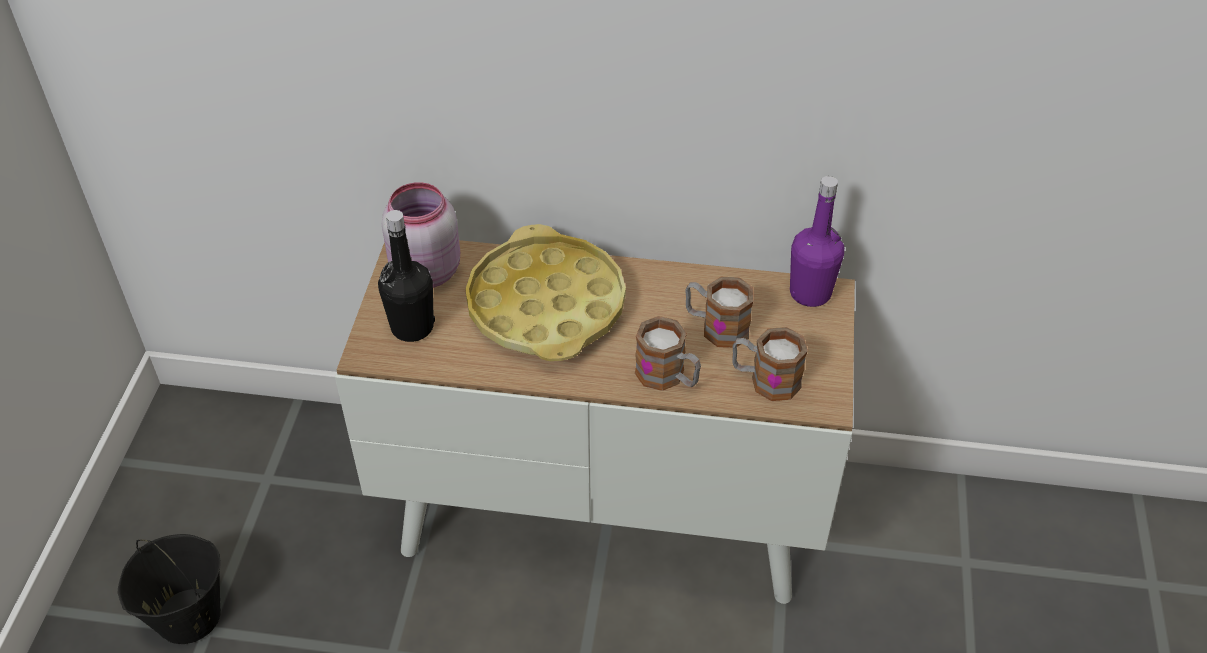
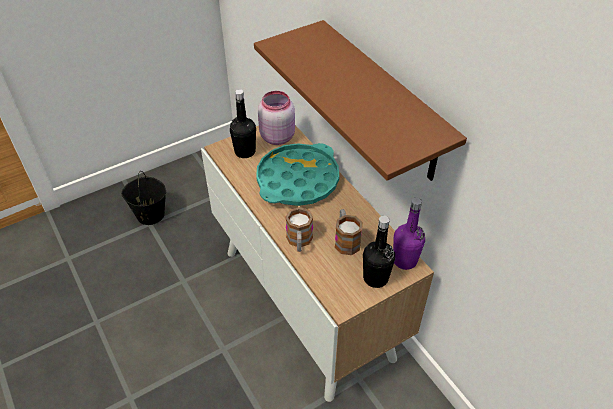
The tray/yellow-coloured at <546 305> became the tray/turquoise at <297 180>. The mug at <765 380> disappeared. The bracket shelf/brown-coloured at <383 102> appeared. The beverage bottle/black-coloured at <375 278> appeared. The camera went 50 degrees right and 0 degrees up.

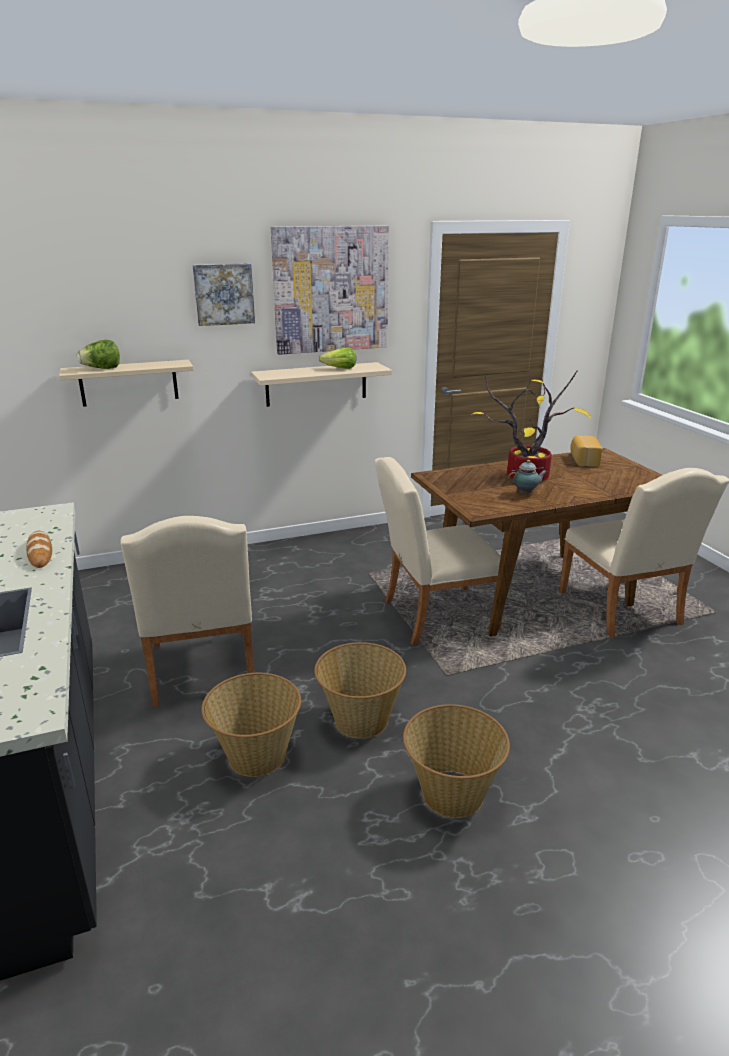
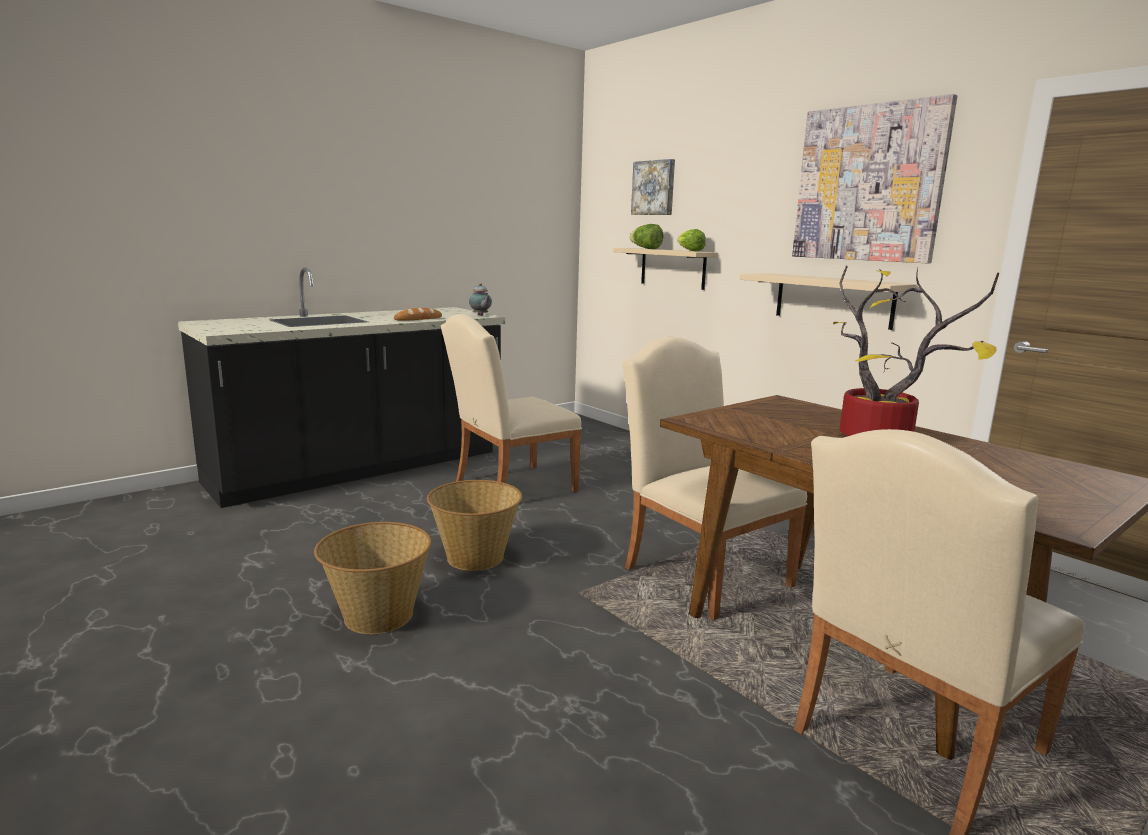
The wall art moved from <223 294> to <654 188>. The household basket at <256 756> disappeared. The lettuce head moved from <340 369> to <689 251>. The pot for tea moved from <526 494> to <480 315>. The bakery bread at <583 460> disappeared. The camera went 70 degrees right and 10 degrees down.

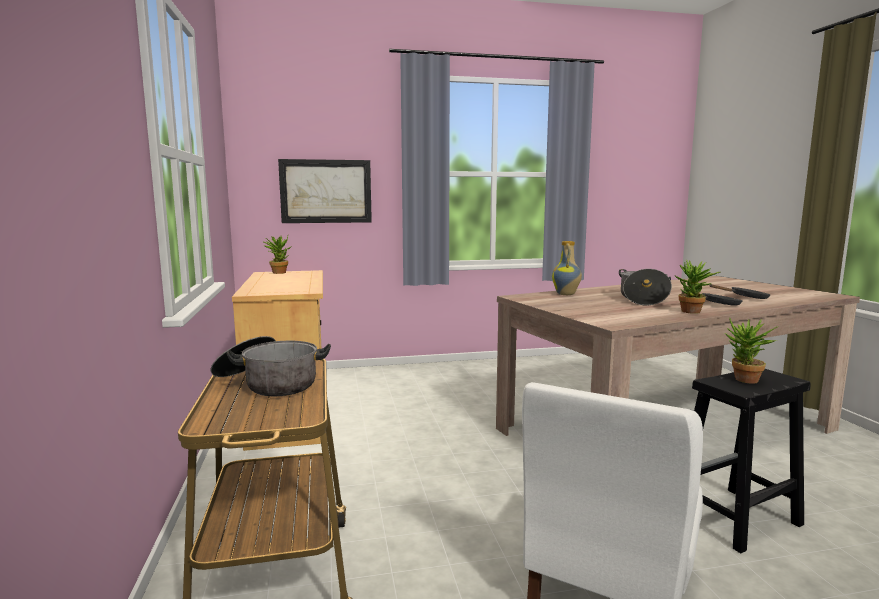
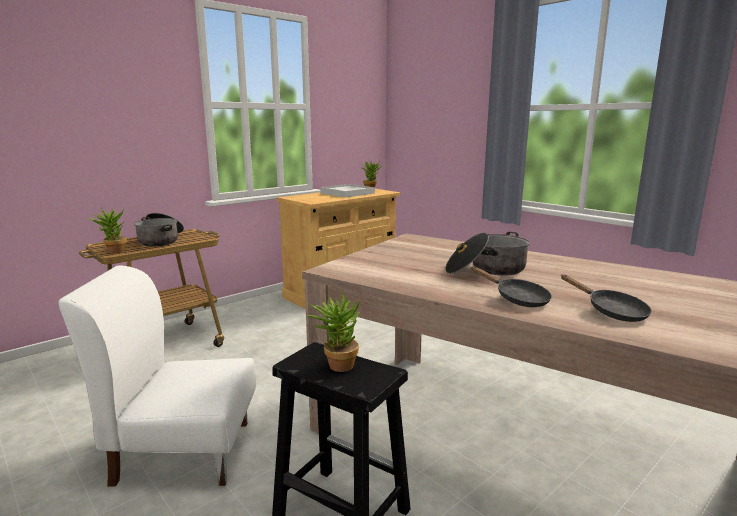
The wall art at <326 191> disappeared. The decorative vase at <566 294> disappeared. The houseplant moved from <693 312> to <113 252>. The tray/white-coloured at <347 193> appeared. The camera went 60 degrees right and 5 degrees up.

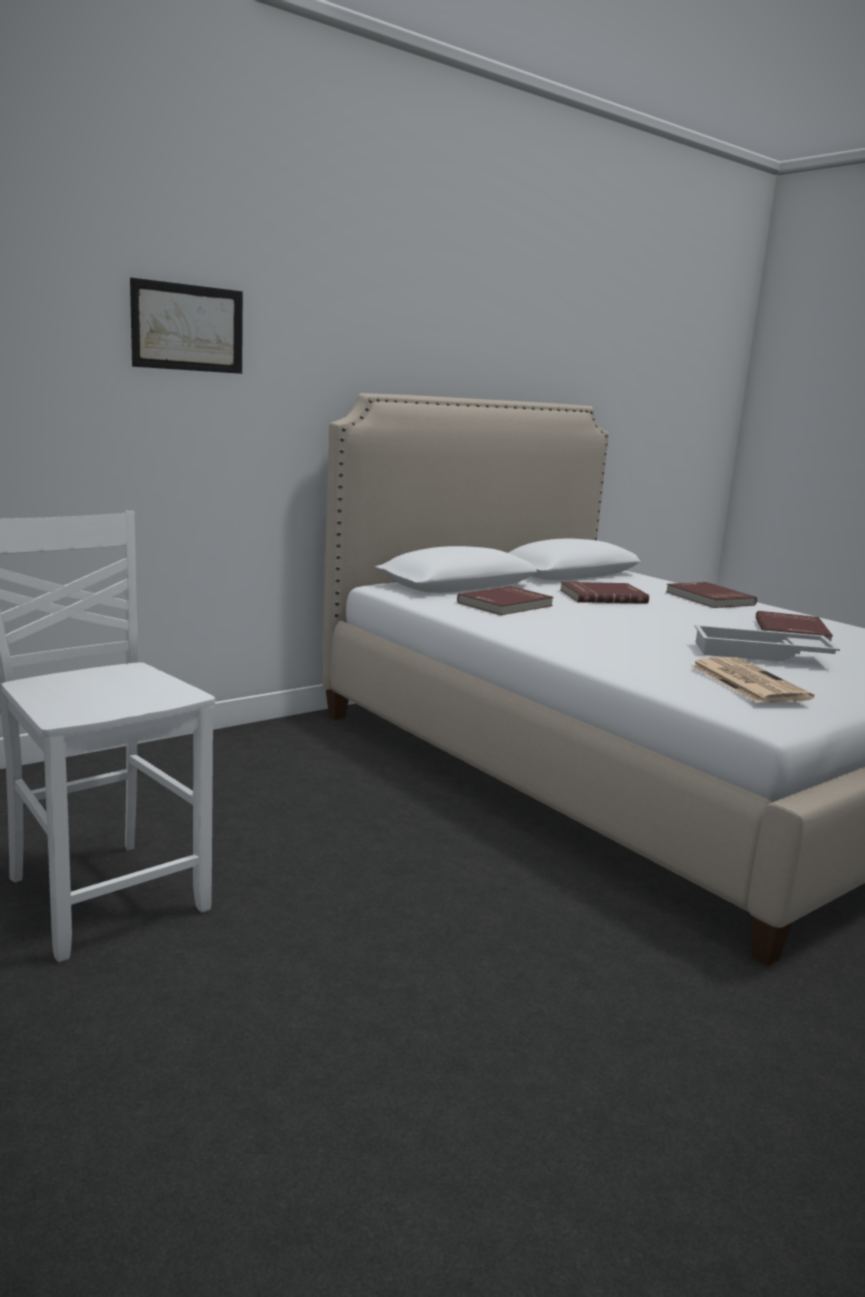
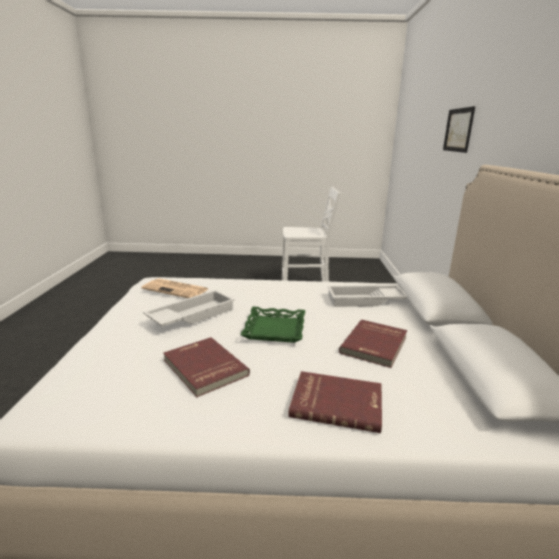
The book/red at <506 604> was replaced by the tray/white-coloured at <365 301>. The tray/greenish at <274 329> appeared. The camera went 130 degrees right and 5 degrees up.

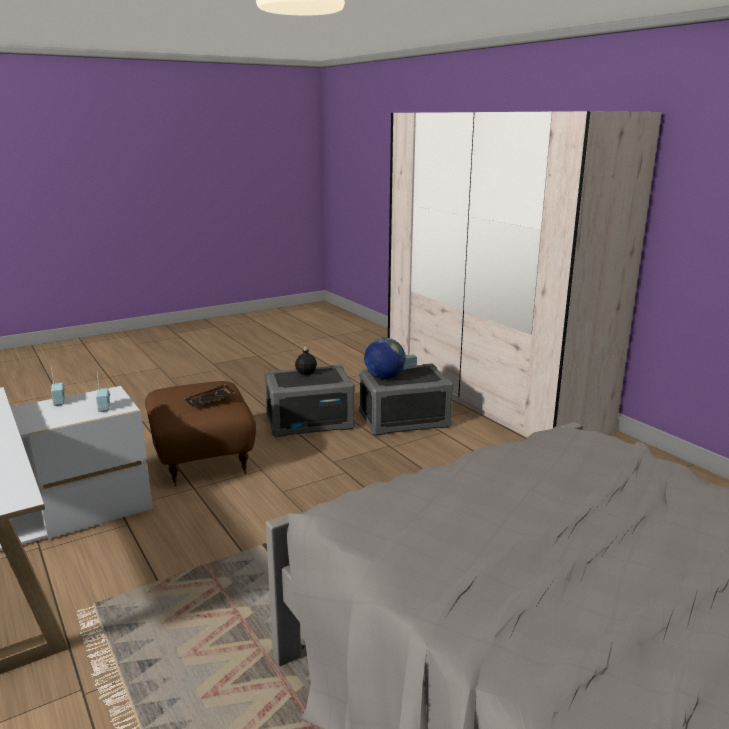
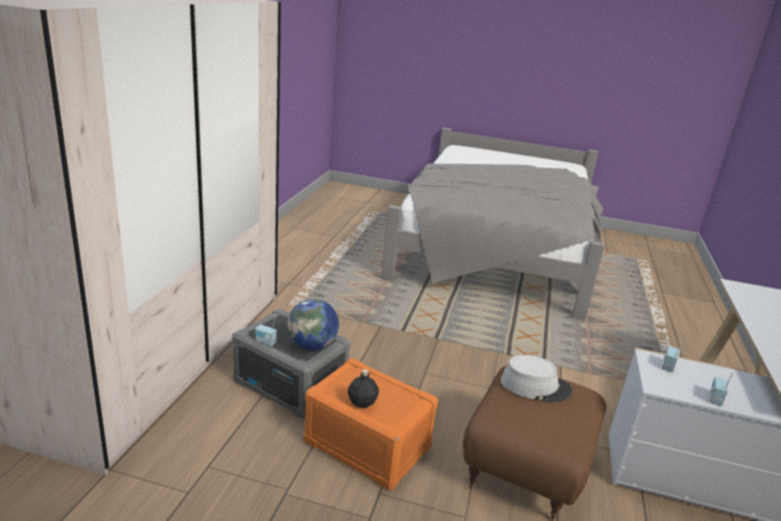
The tray/black-coloured at <210 402> was replaced by the wearable hat/grey at <535 386>. The storage box/grey at <309 421> became the storage box/orangey at <366 445>. The camera went 135 degrees left and 5 degrees up.

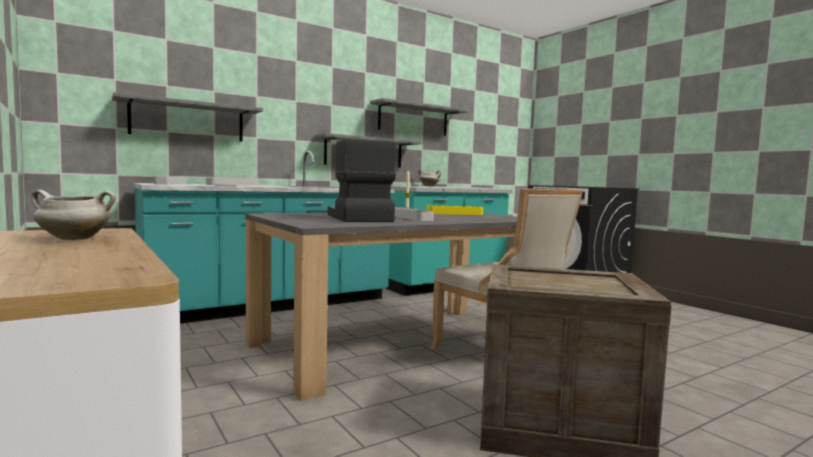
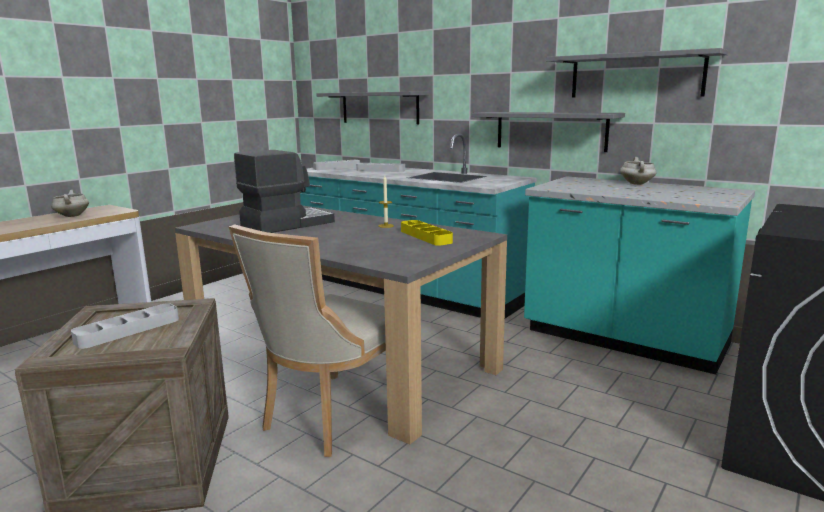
The tray/grey moved from <410 218> to <128 330>. The camera went 70 degrees right and 10 degrees up.

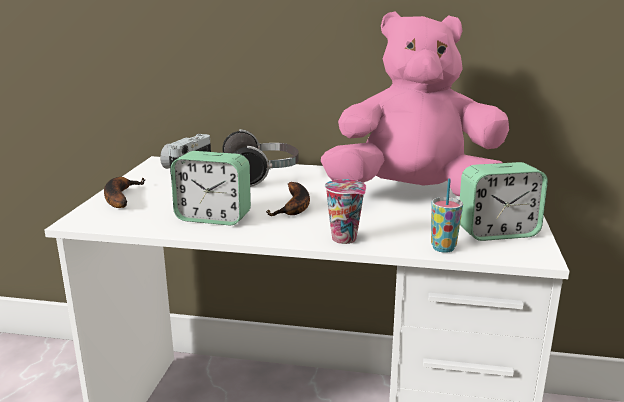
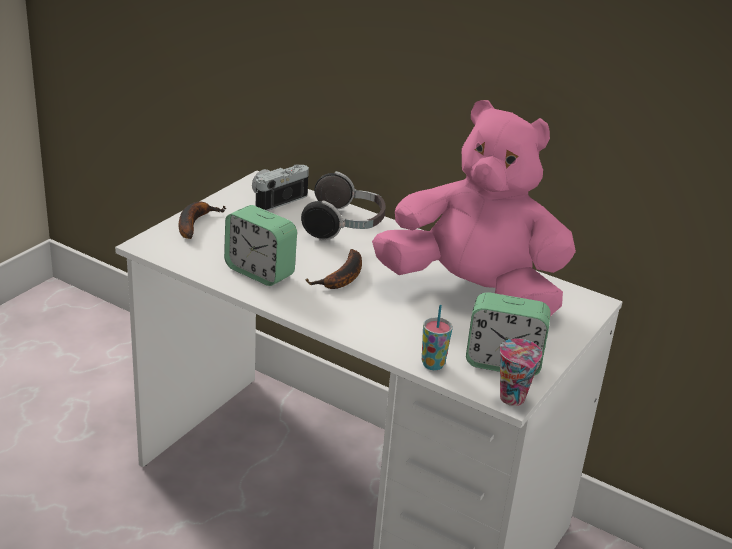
The small cup moved from <346 239> to <514 399>. The camera went 20 degrees right and 10 degrees up.

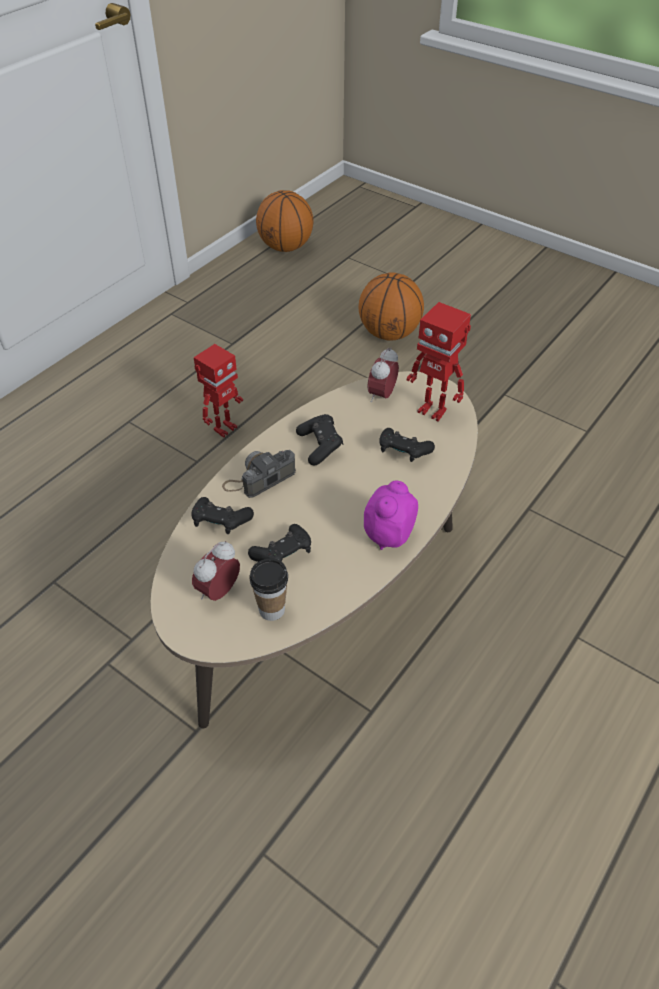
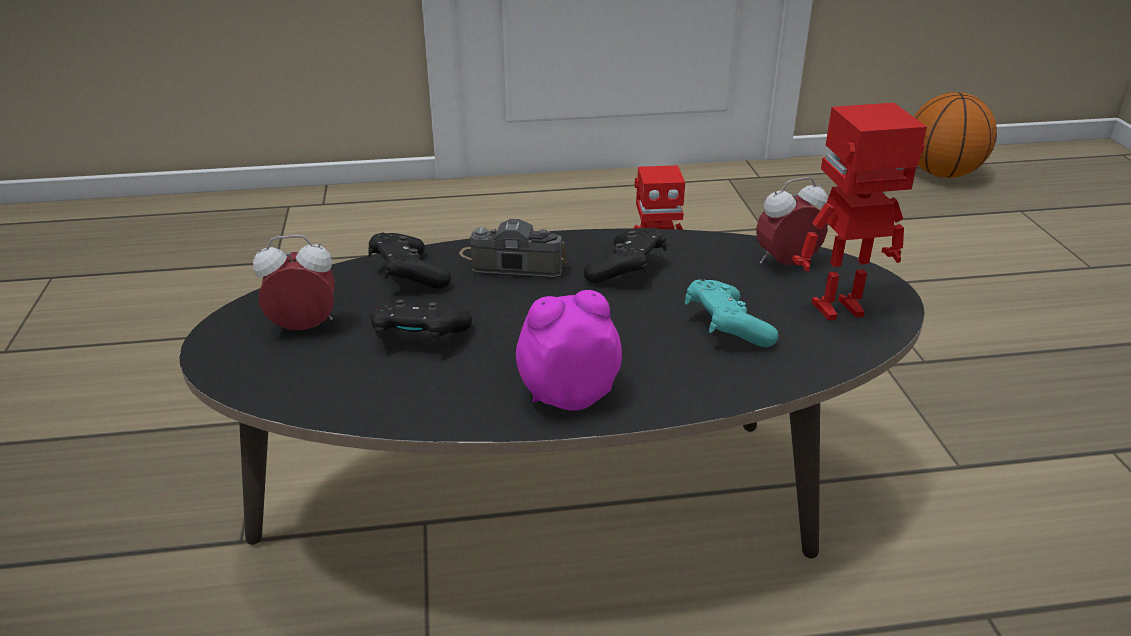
The low table/beige-coloured at <329 587> became the low table/black-coloured at <565 509>. The small cup at <272 610> disappeared. The ball for basketball at <389 333> disappeared. The joypad/black-coloured at <403 452> became the joypad/turquoise at <726 328>. The robot figure at <433 410> turned 90 degrees clockwise. The camera went 45 degrees right and 15 degrees down.

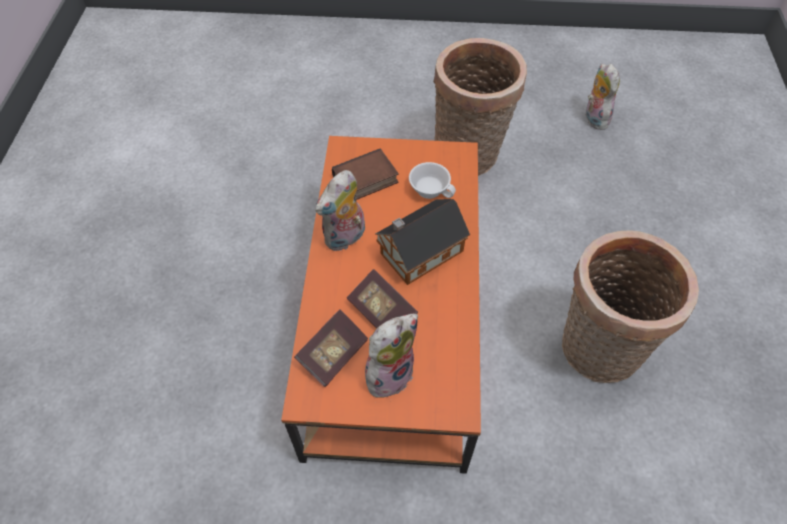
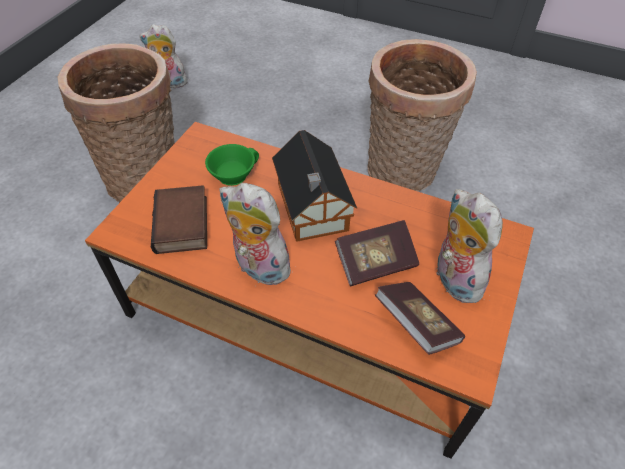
The plush toy at <345 238> turned 150 degrees clockwise. The small cup/white-coloured at <431 189> became the small cup/greenish at <232 173>. The camera went 70 degrees left and 5 degrees down.

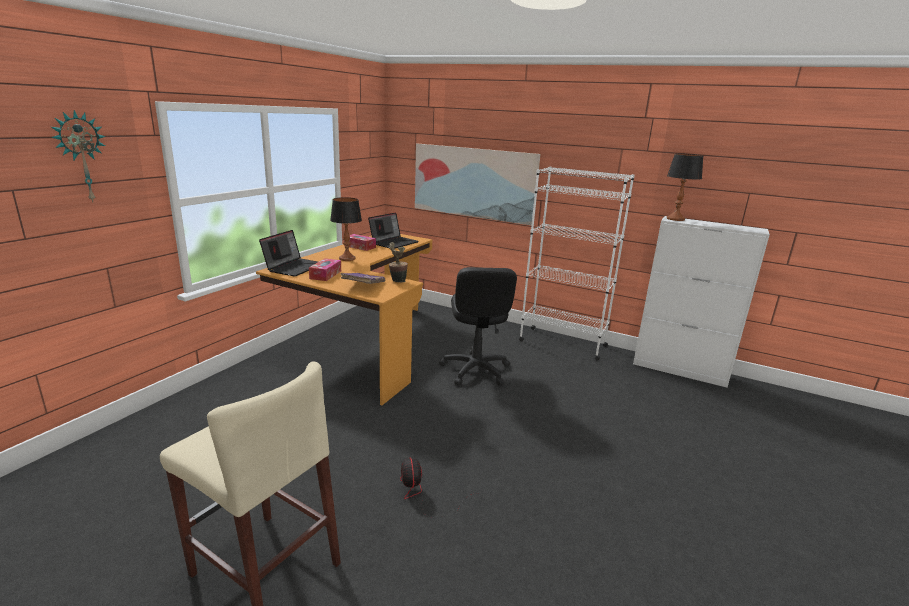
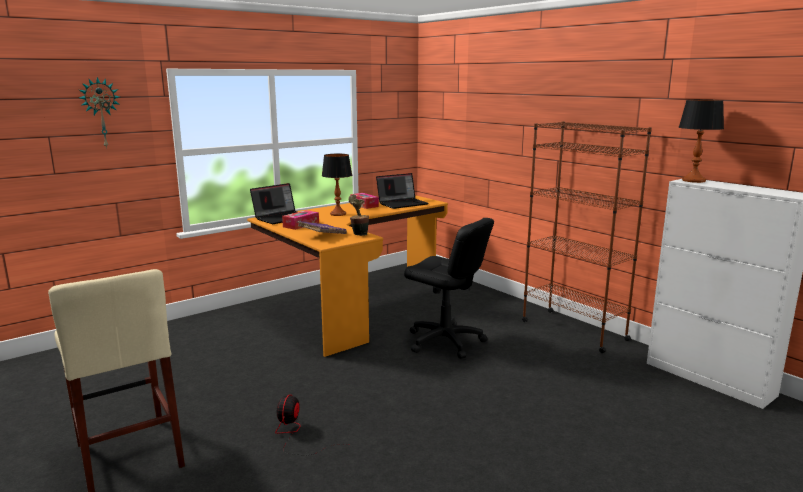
The wall art at <473 183> disappeared. The office chair/black-coloured at <475 370> turned 75 degrees counterclockwise. The shelving unit/white-coloured at <562 343> became the shelving unit/brown-coloured at <573 330>. The camera went 25 degrees right and 5 degrees down.

